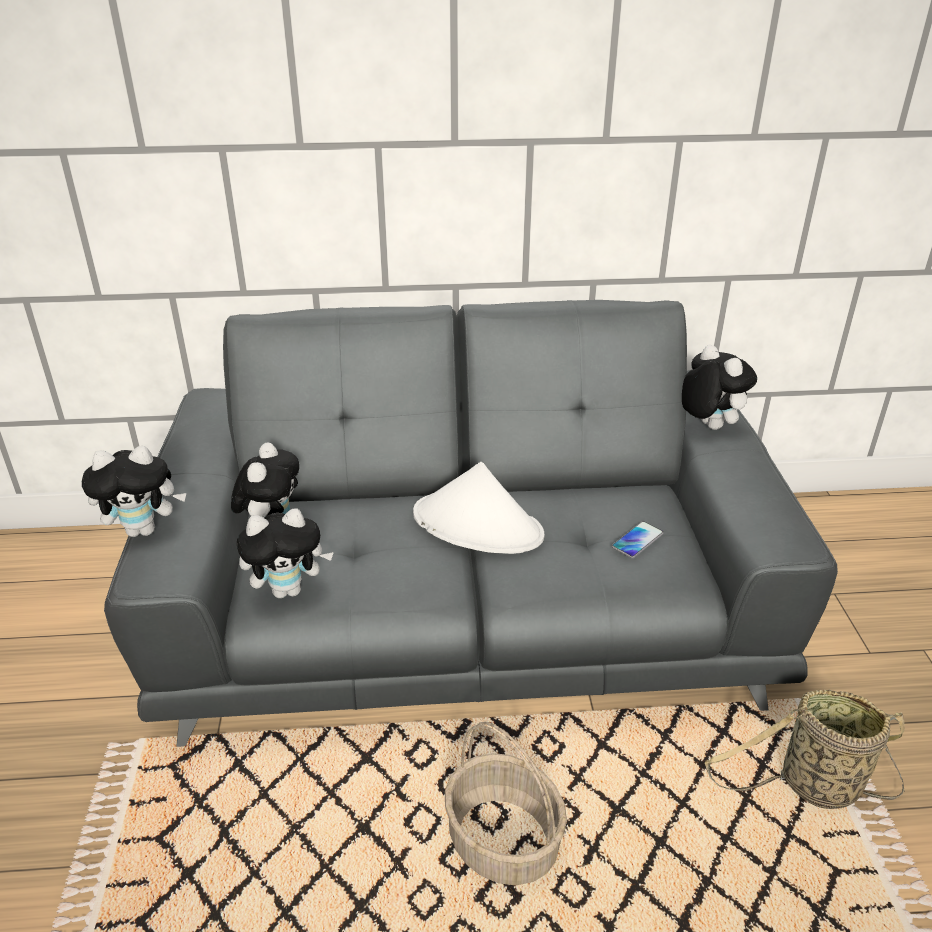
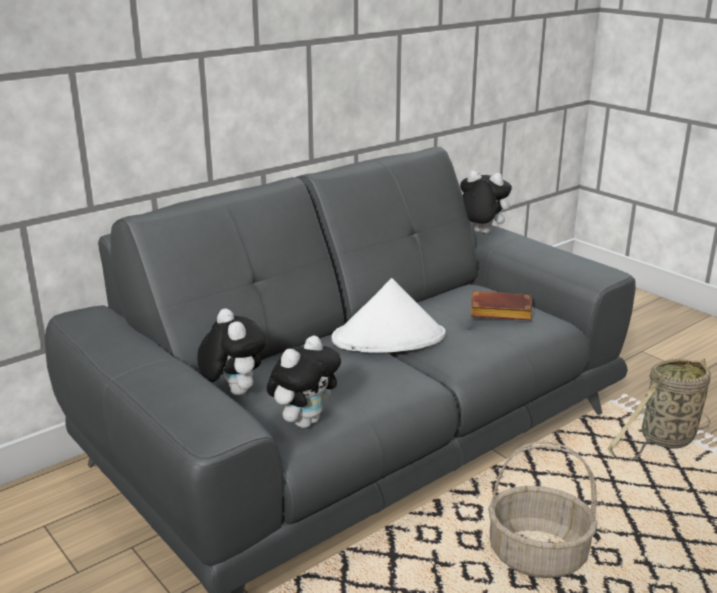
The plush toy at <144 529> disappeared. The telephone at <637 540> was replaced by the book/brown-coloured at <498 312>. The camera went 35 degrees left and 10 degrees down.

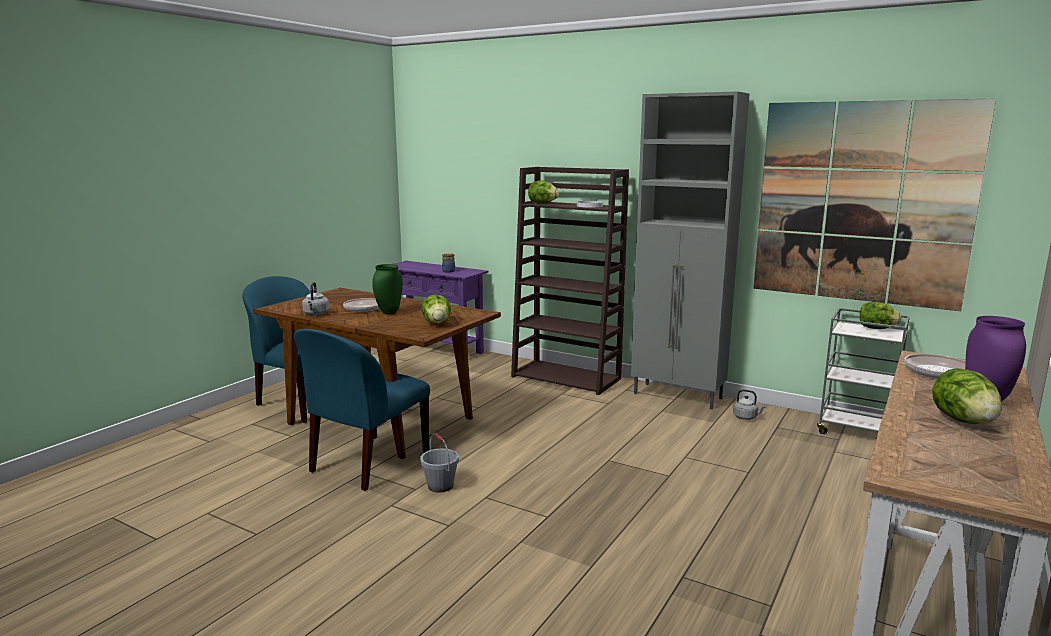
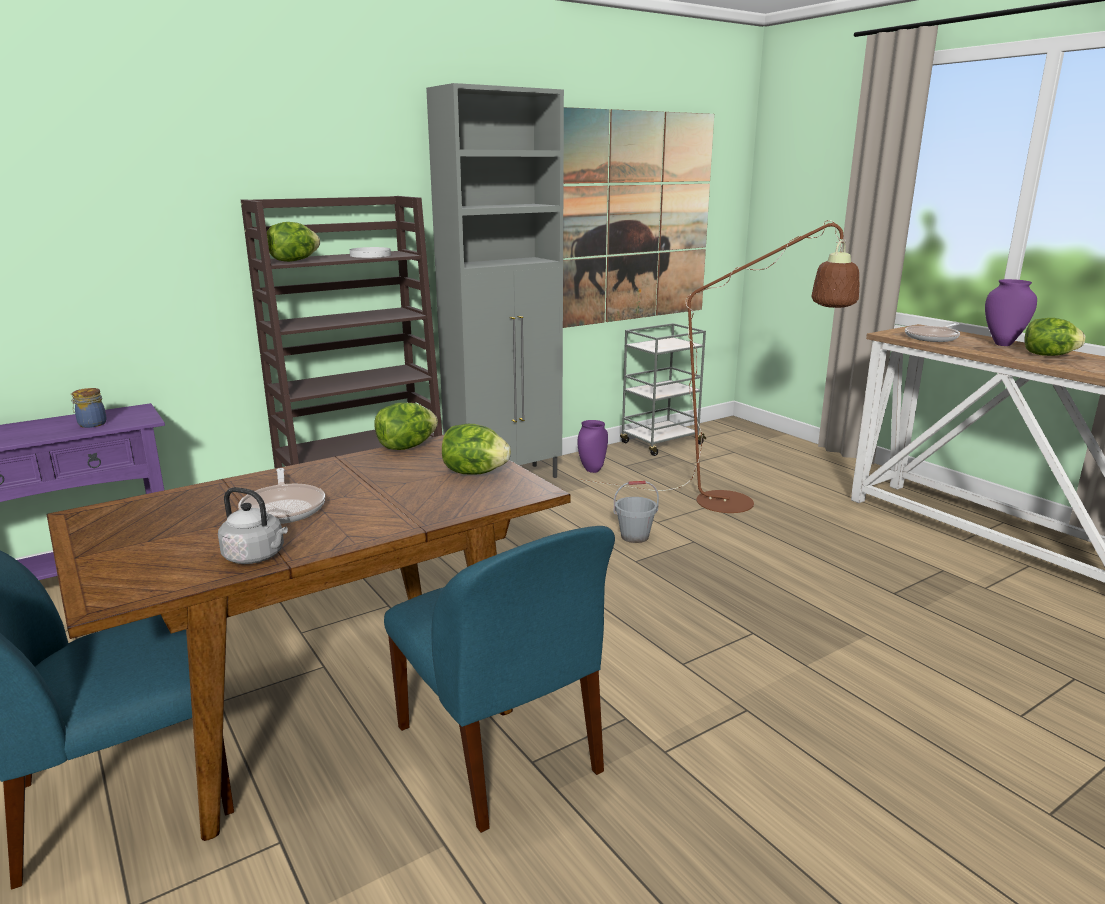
The decorative vase/greenish at <389 313> disappeared. The water bucket/grey moved from <440 486> to <634 537>. The water kettle/grey at <746 417> was replaced by the decorative vase/purplish at <591 470>. The lettuce head moved from <876 328> to <406 447>. The standard lamp/brown-coloured at <740 503> appeared. The camera went 65 degrees left and 5 degrees up.

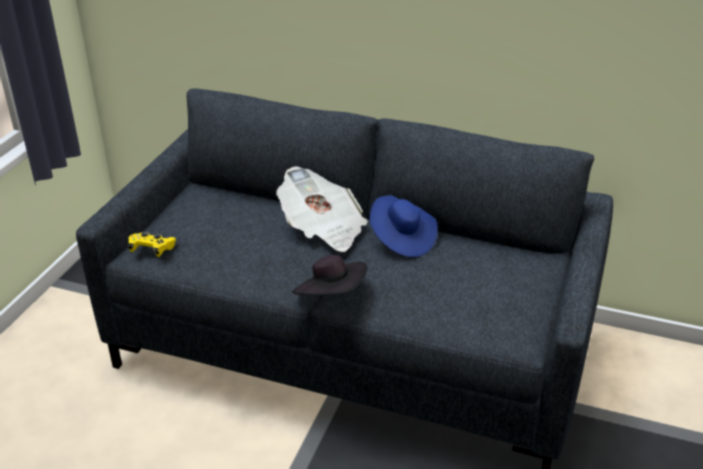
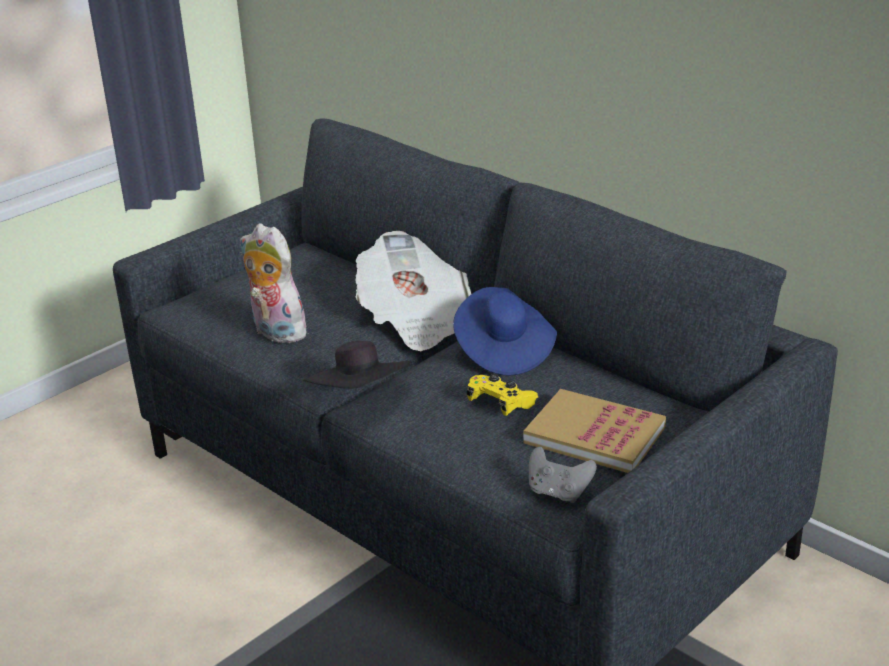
The joypad/yellow-coloured moved from <152 249> to <501 403>. The plush toy at <275 332> appeared. The book at <594 435> appeared. The joypad/grey at <558 492> appeared. The camera went 25 degrees right and 5 degrees down.

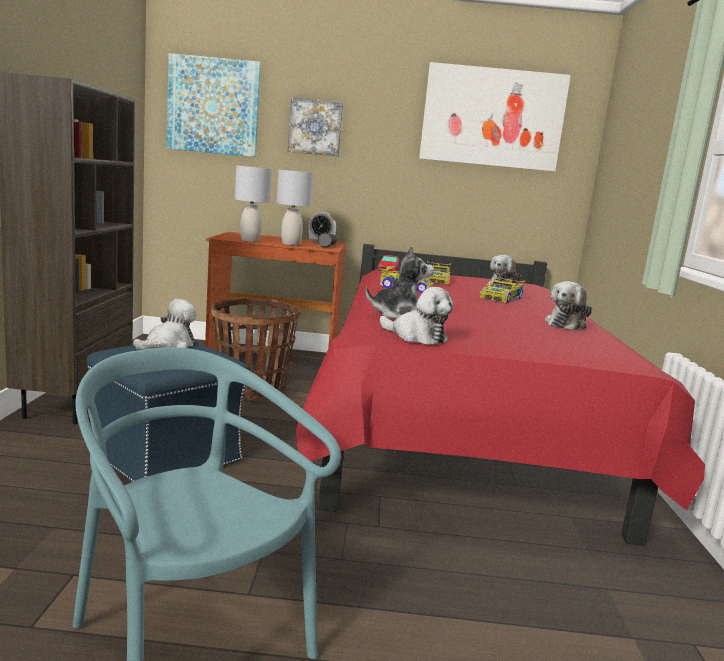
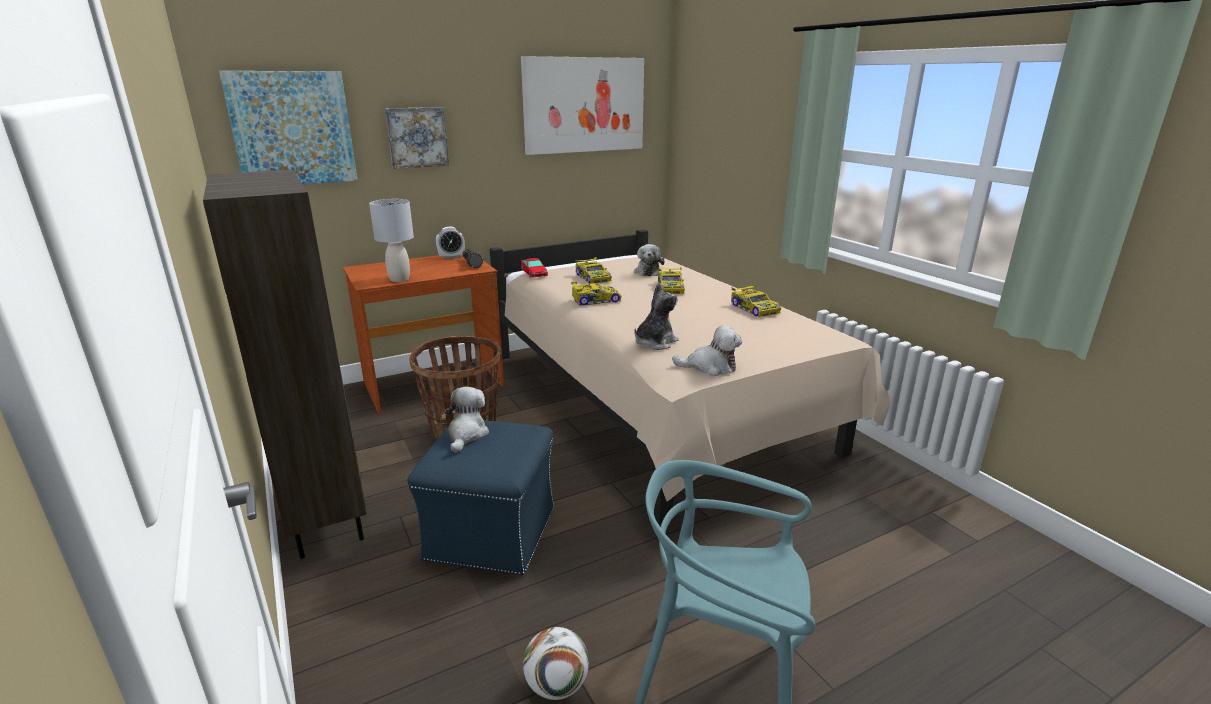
The table lamp/grey at <291 244> disappeared. The bedroom bed/red at <455 429> became the bedroom bed/beige-coloured at <656 404>. The plush toy at <567 324> was replaced by the miniature car at <754 308>. The football at <556 685> appeared. The camera went 30 degrees left and 10 degrees up.

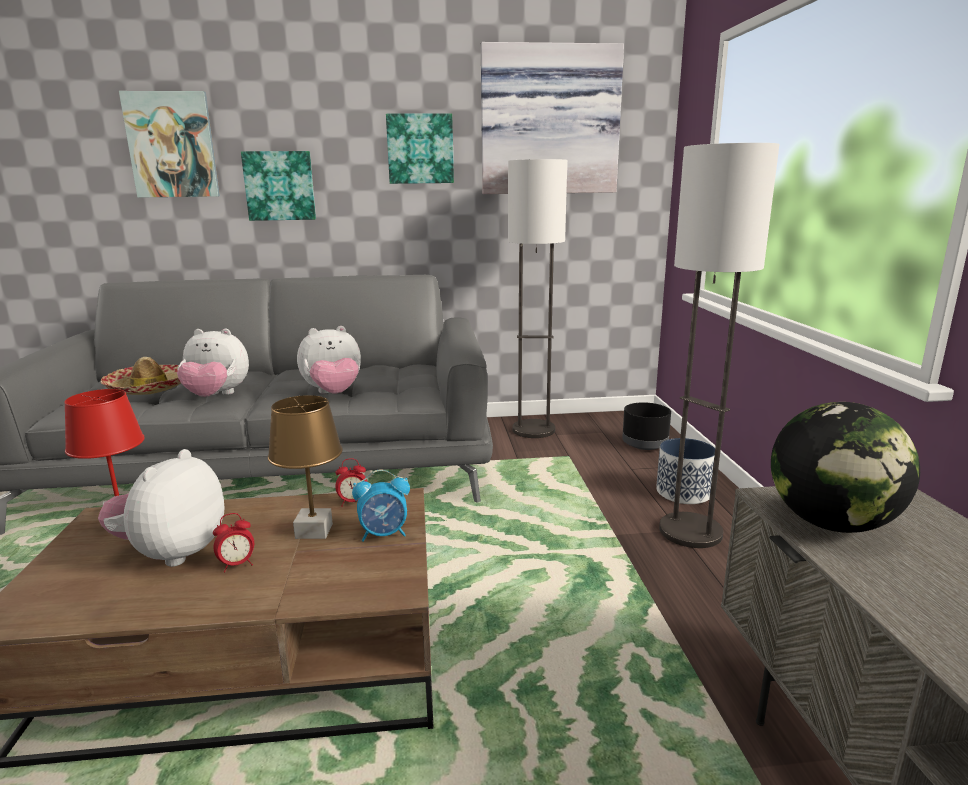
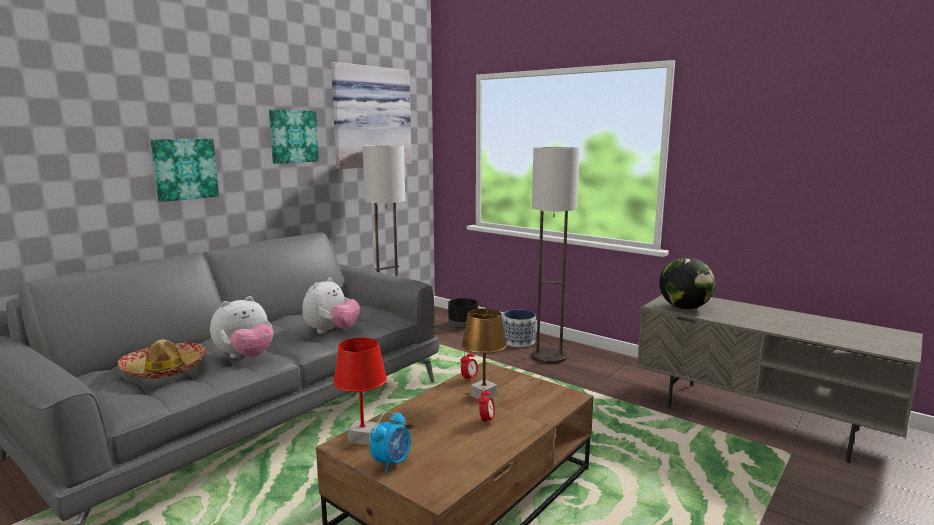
The plush toy at <172 553> disappeared. The wall art at <172 145> disappeared. The bedside clock moved from <384 534> to <392 462>. The camera went 45 degrees left and 5 degrees down.

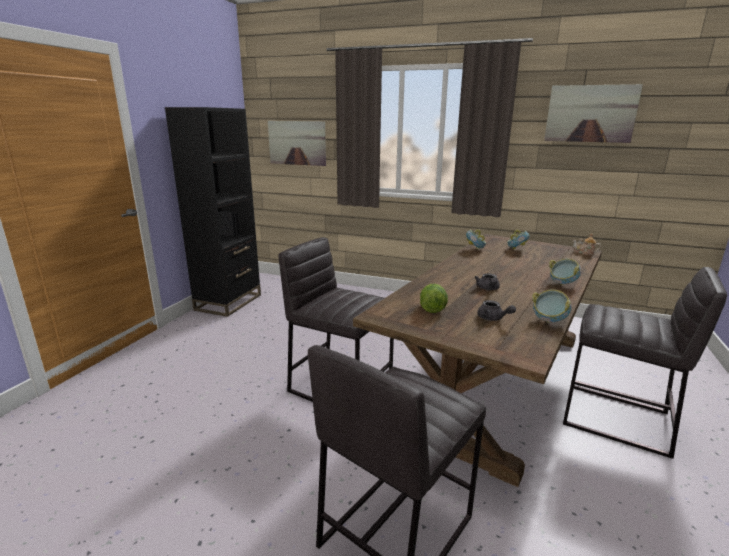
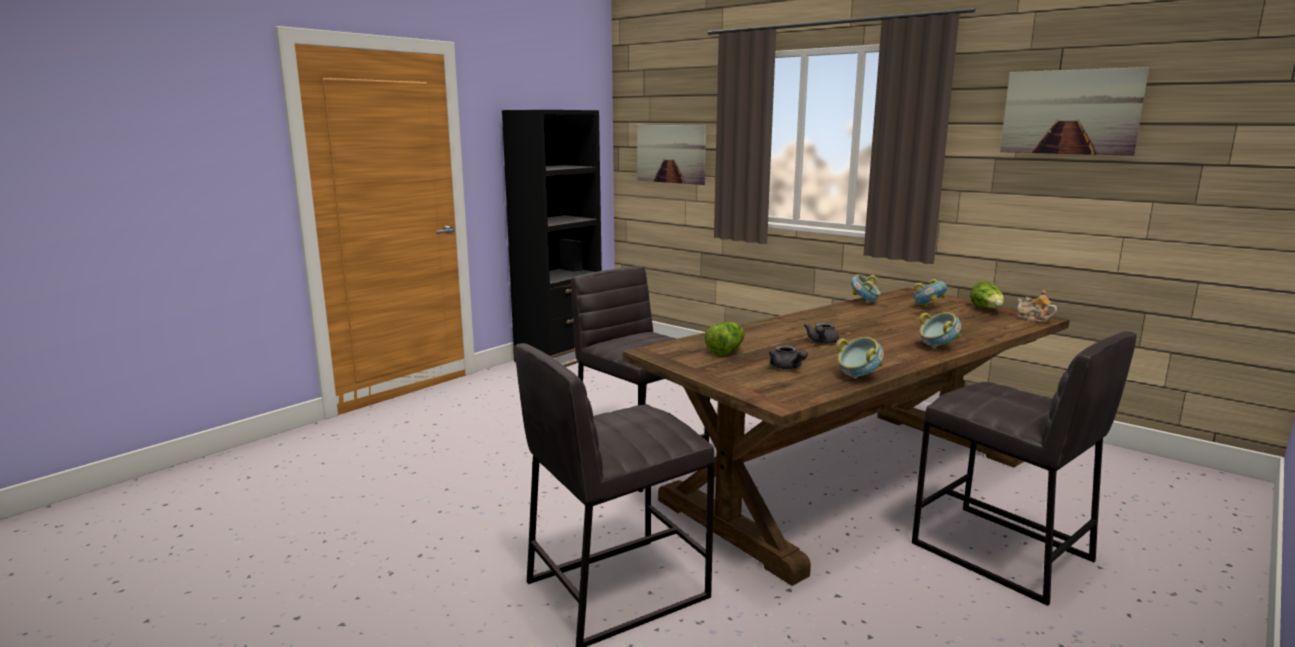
The lettuce head at <987 309> appeared. The camera went 20 degrees right and 5 degrees down.

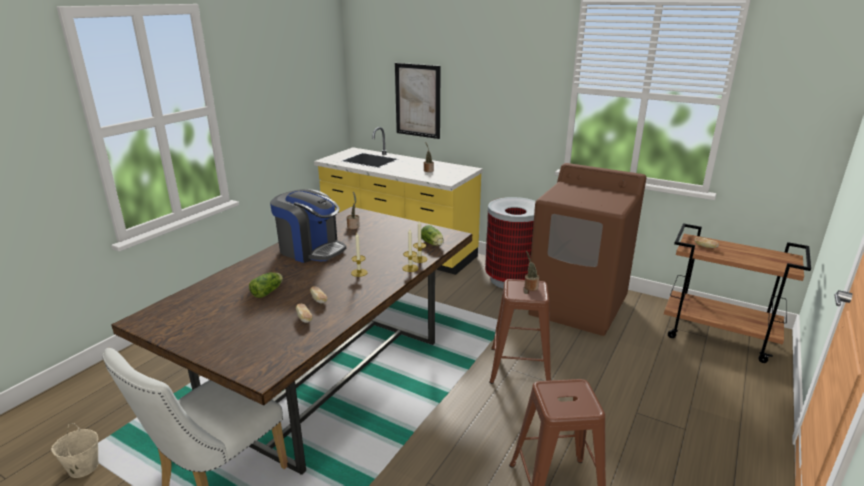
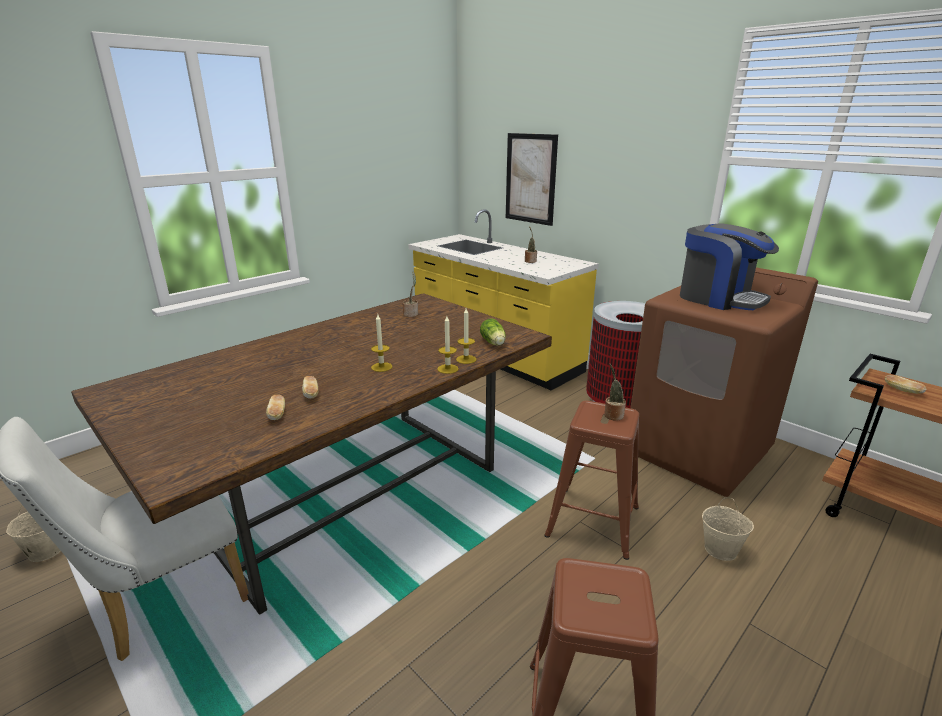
The lettuce head at <268 291> disappeared. The coffee brewer moved from <311 250> to <719 298>. The water bucket/beige-coloured at <721 550> appeared. The camera went 15 degrees right and 0 degrees up.

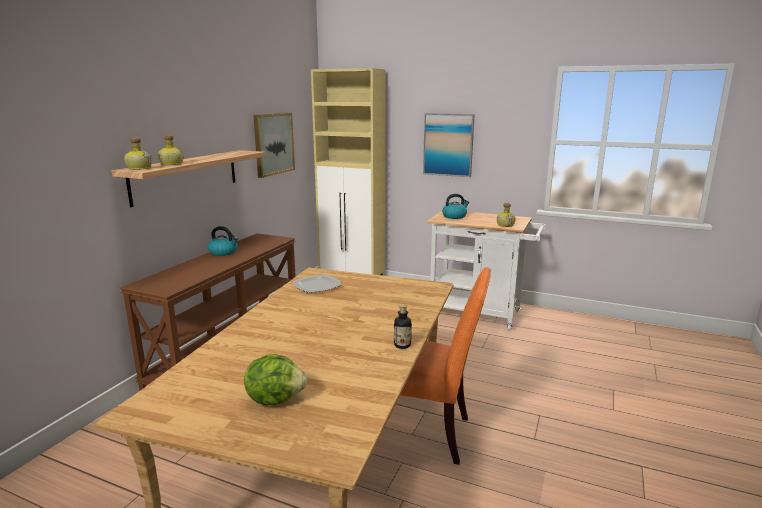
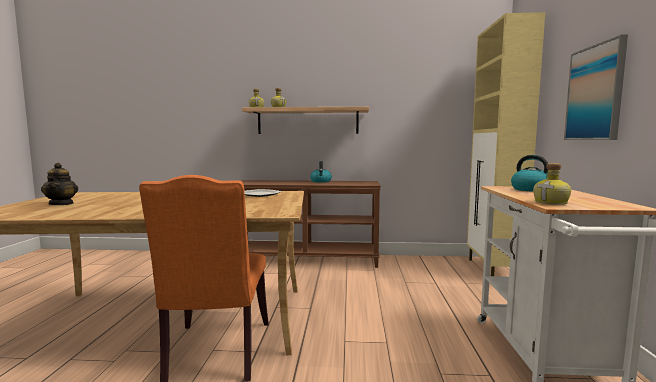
The lettuce head at <275 399> was replaced by the pot for tea at <62 204>. The wall art at <273 144> disappeared. The beverage bottle at <402 345> disappeared. The camera went 70 degrees right and 10 degrees down.

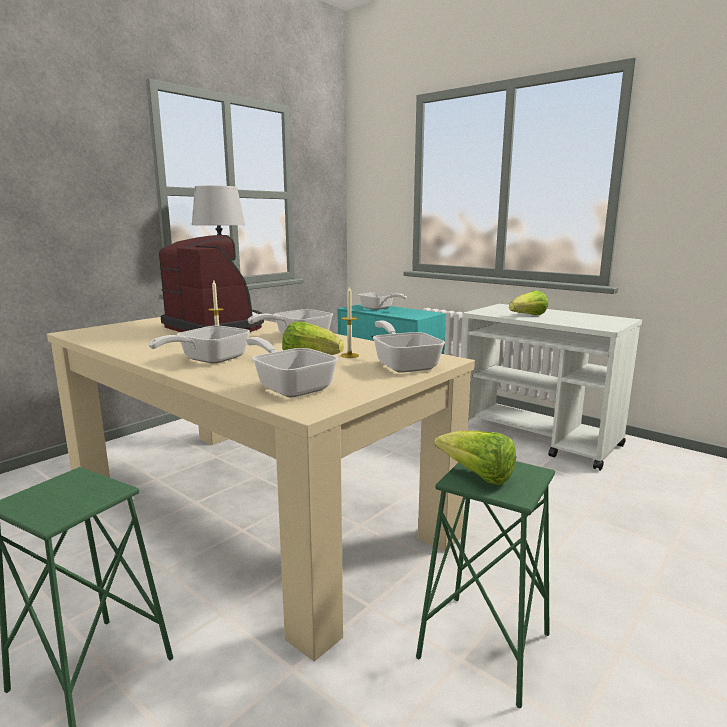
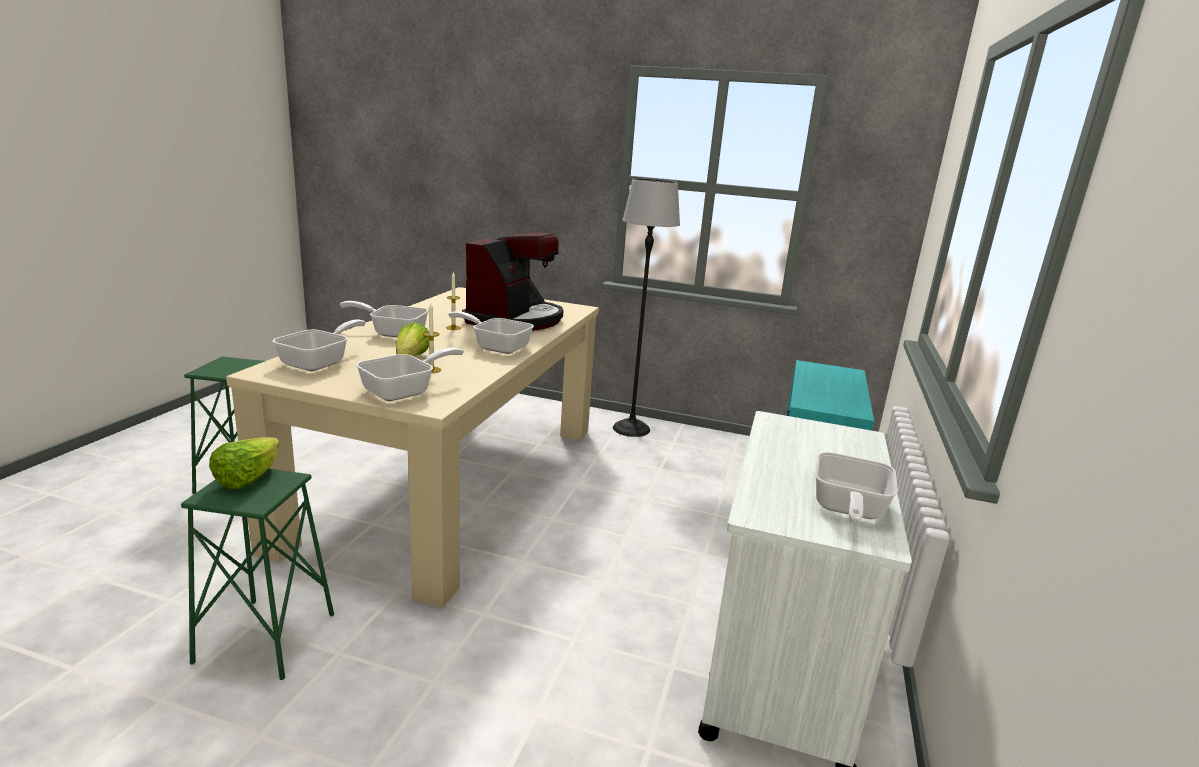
The frying pan moved from <379 308> to <846 510>. The lettuce head at <528 316> disappeared. The camera went 65 degrees right and 5 degrees up.

